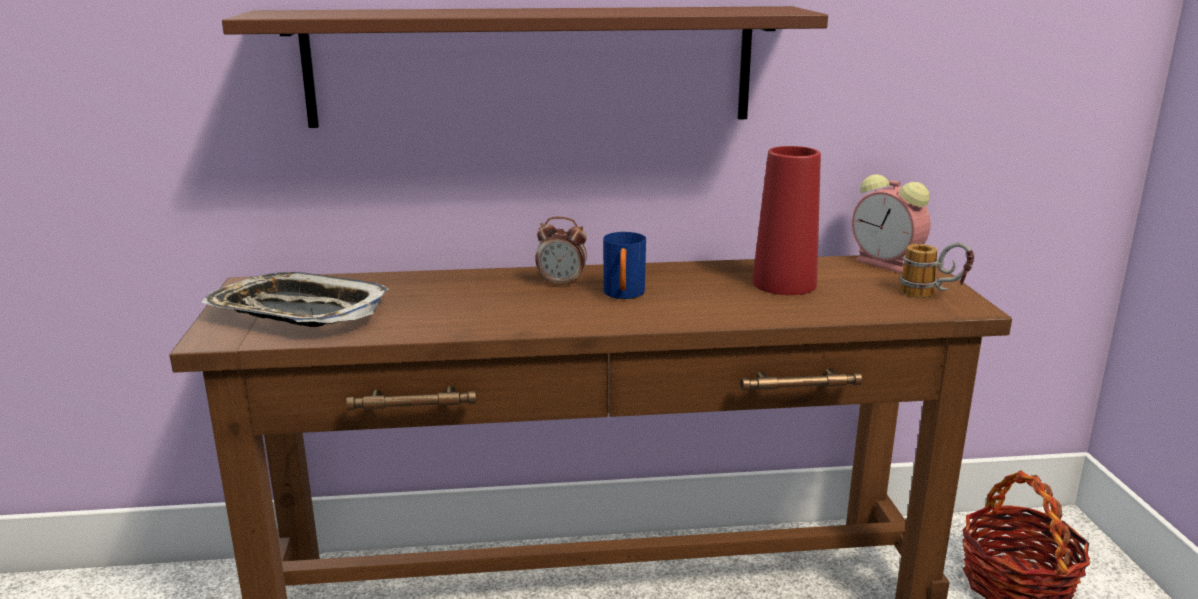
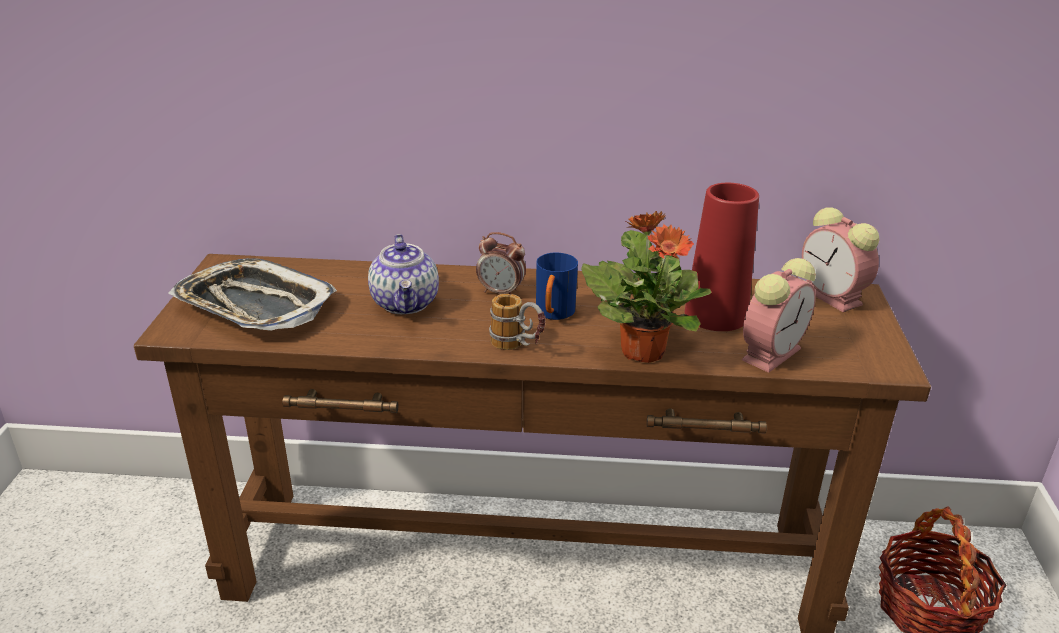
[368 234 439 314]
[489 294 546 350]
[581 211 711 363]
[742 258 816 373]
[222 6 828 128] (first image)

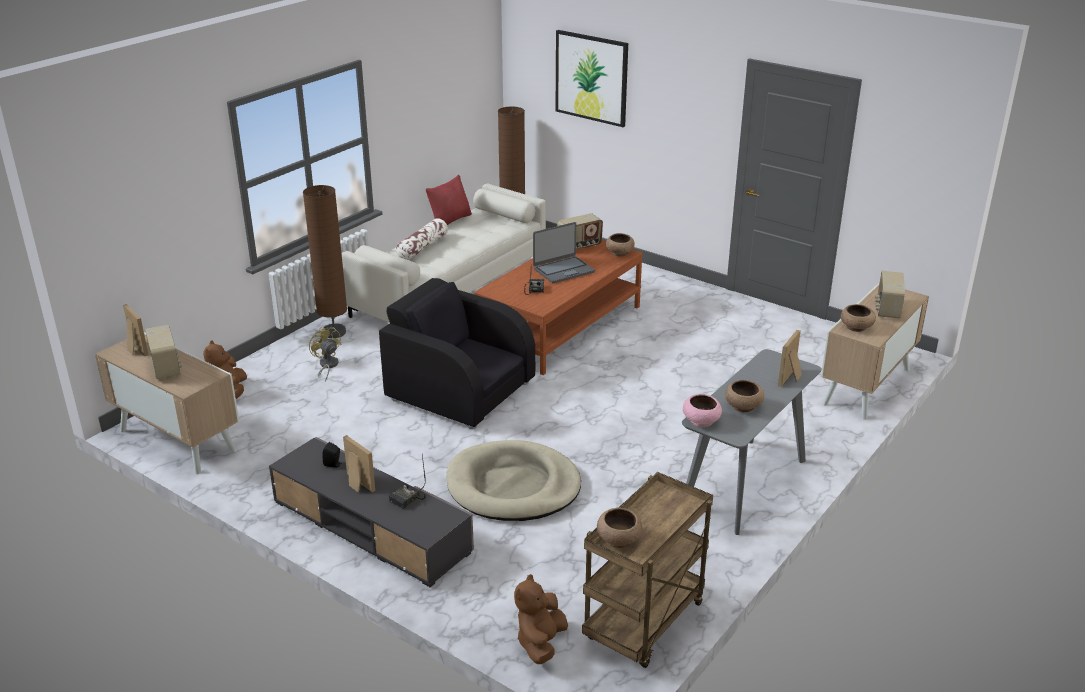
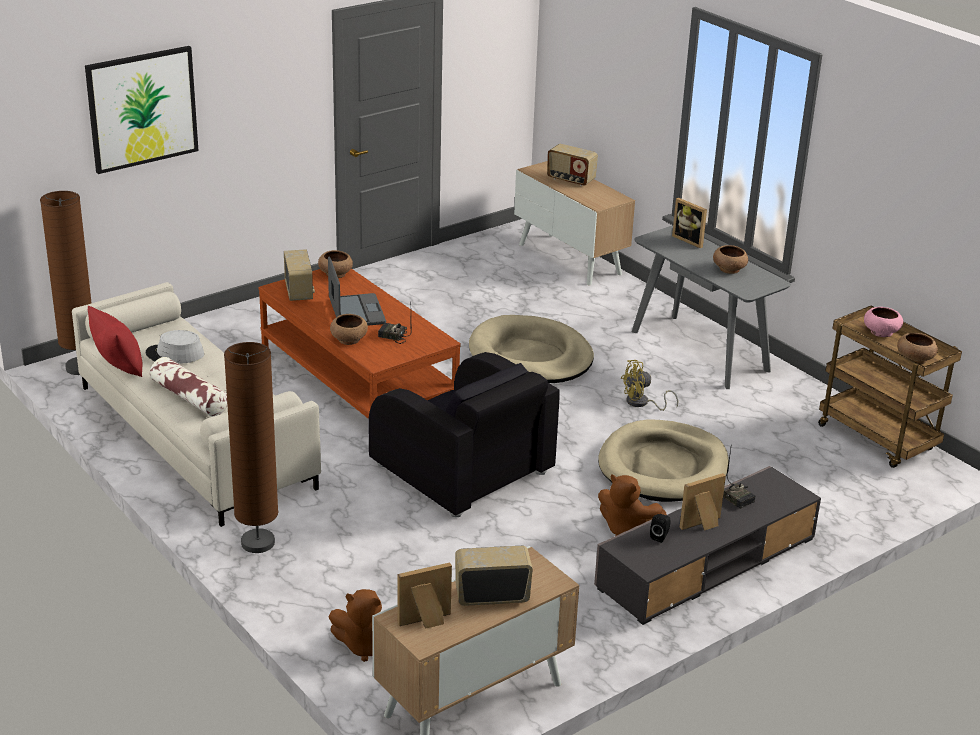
[146 330 204 364]
[330 314 368 345]
[368 352 560 517]
[469 315 594 383]
[598 474 667 536]
[621 360 678 411]
[864 307 903 337]

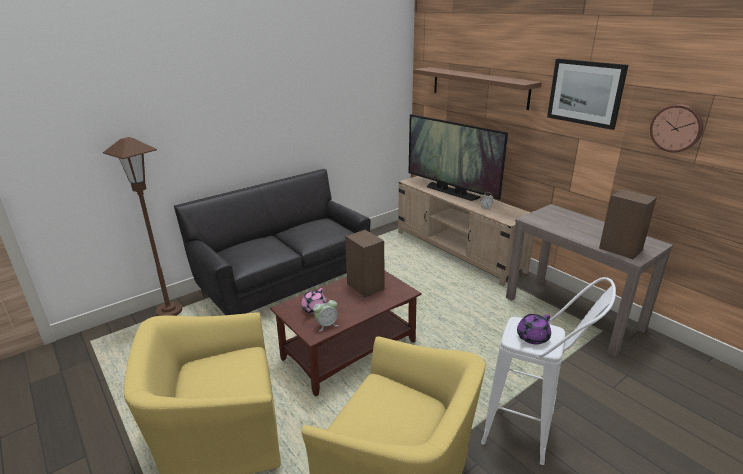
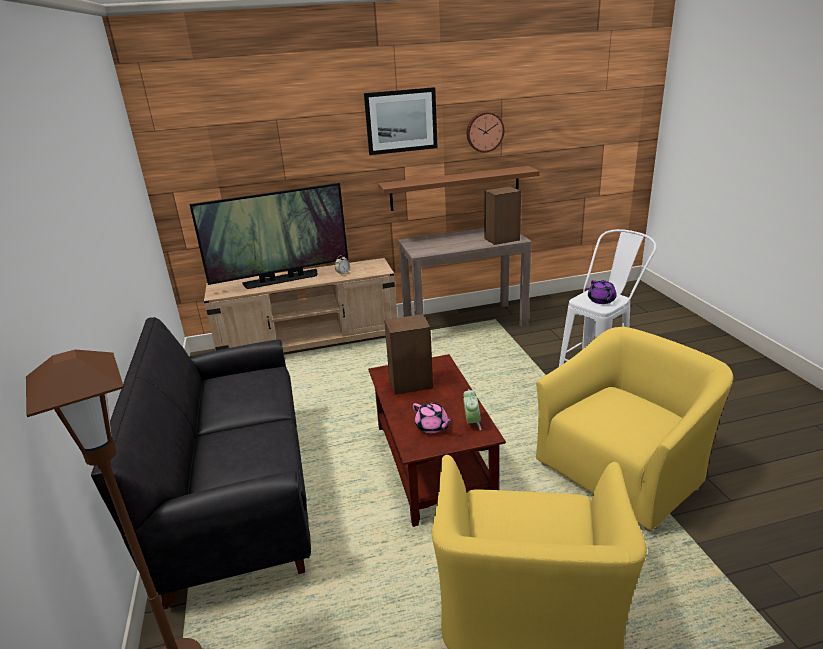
[378 166 540 211]

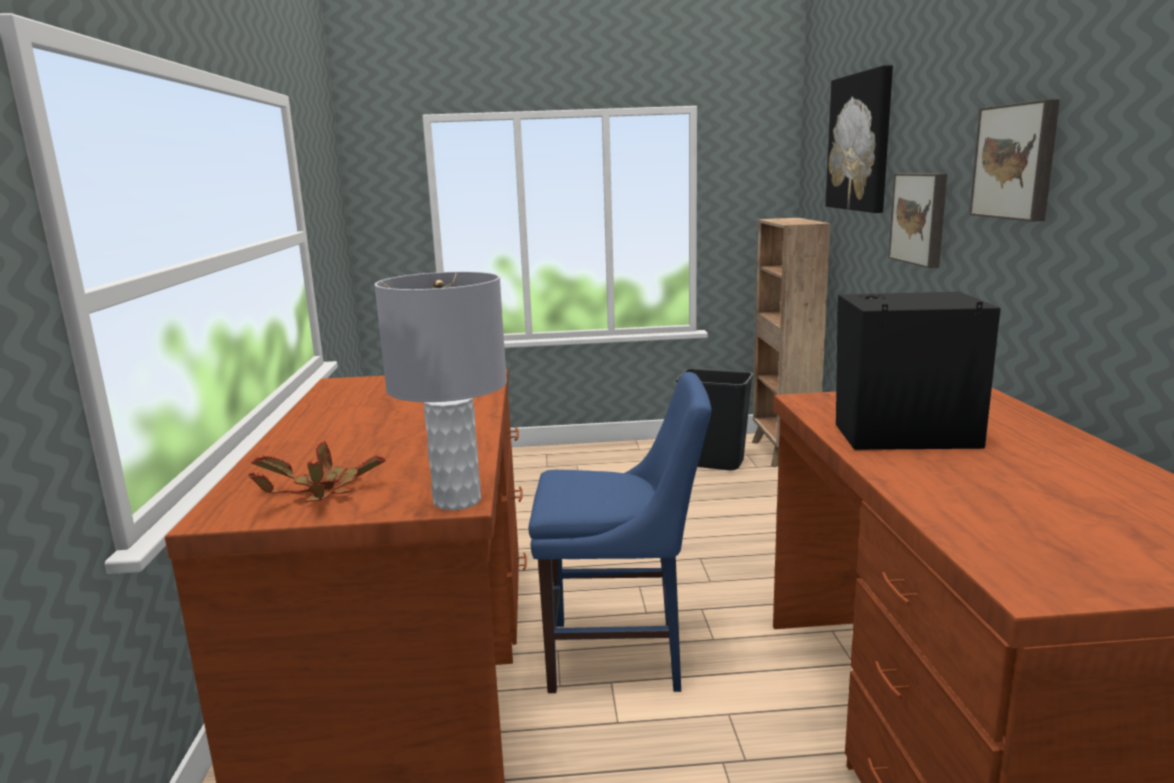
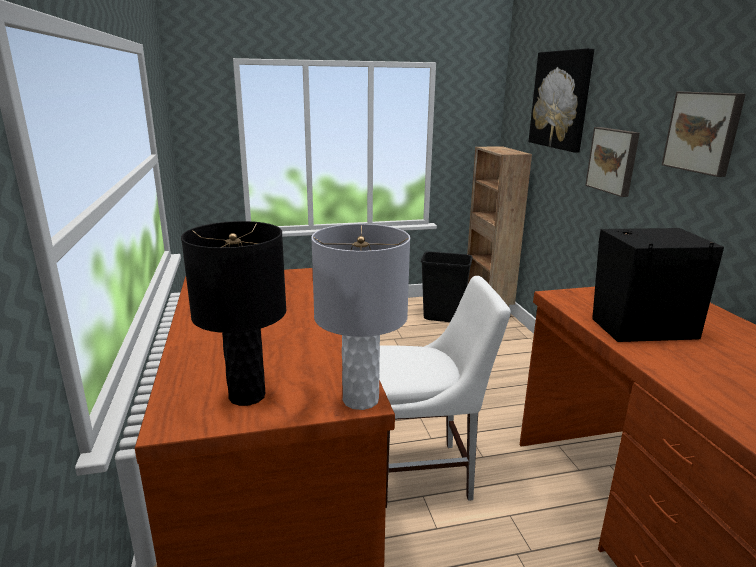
[181 221 287 406]
[379 276 511 508]

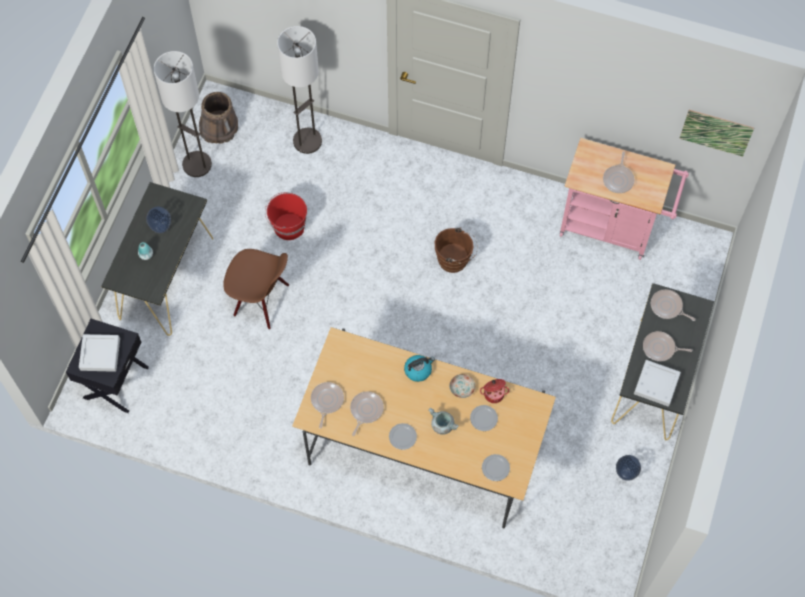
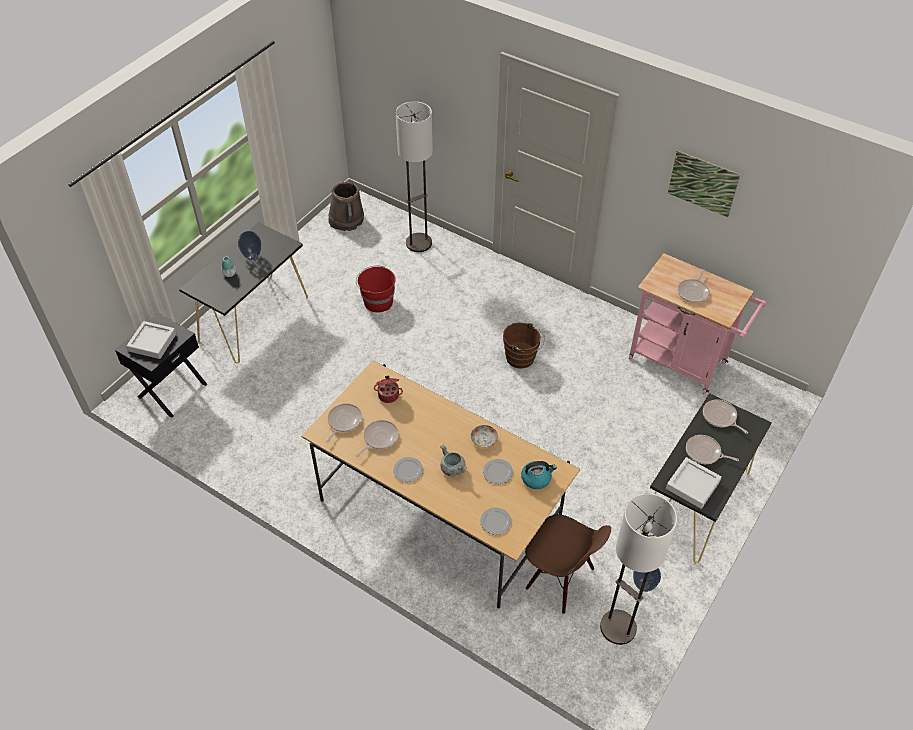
[374 376 403 403]
[521 461 557 489]
[525 514 611 614]
[600 493 677 645]
[668 150 740 217]

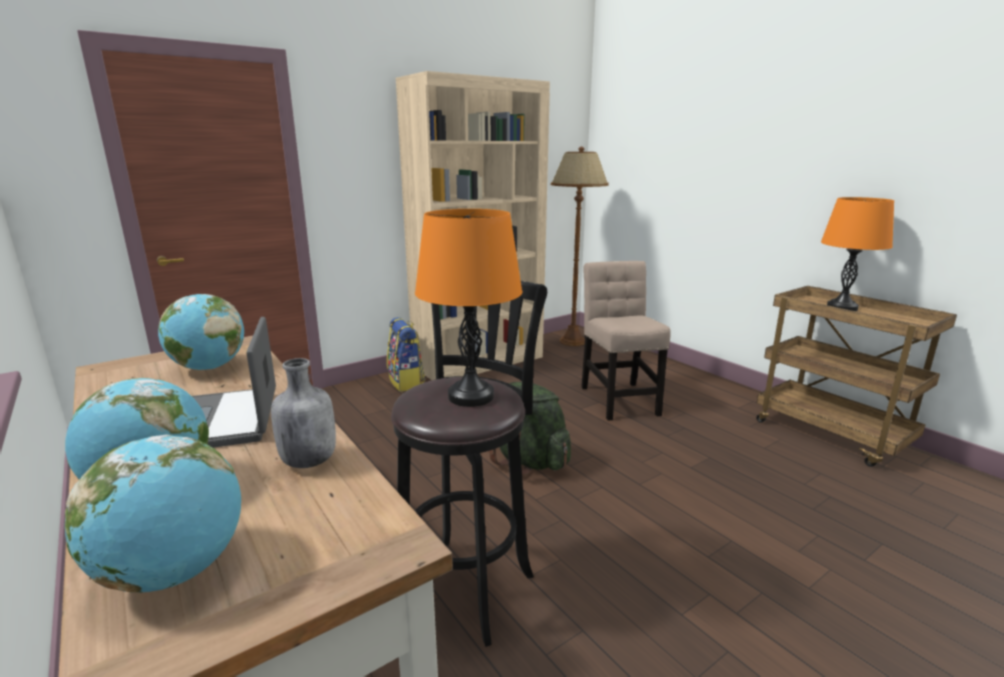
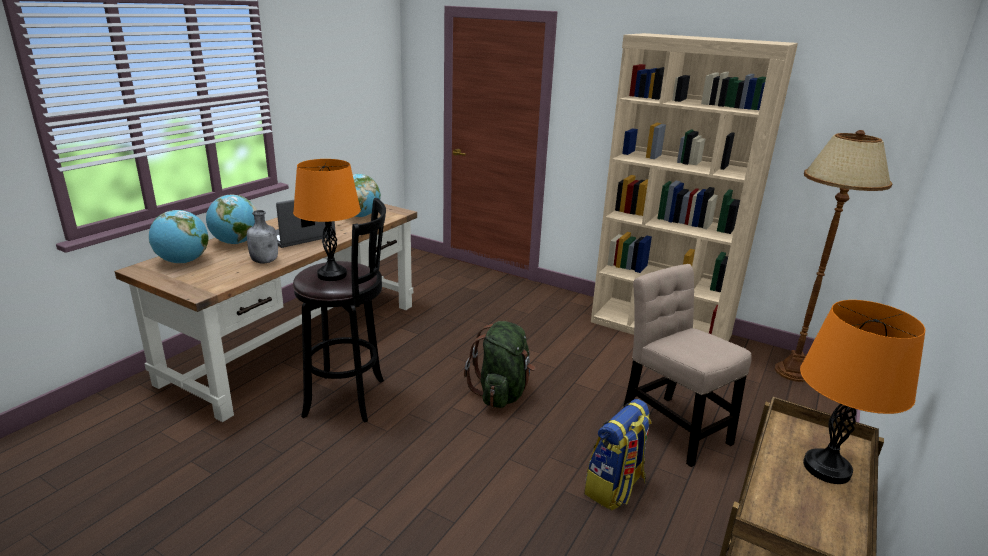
[584 399 652 511]
[623 264 752 467]

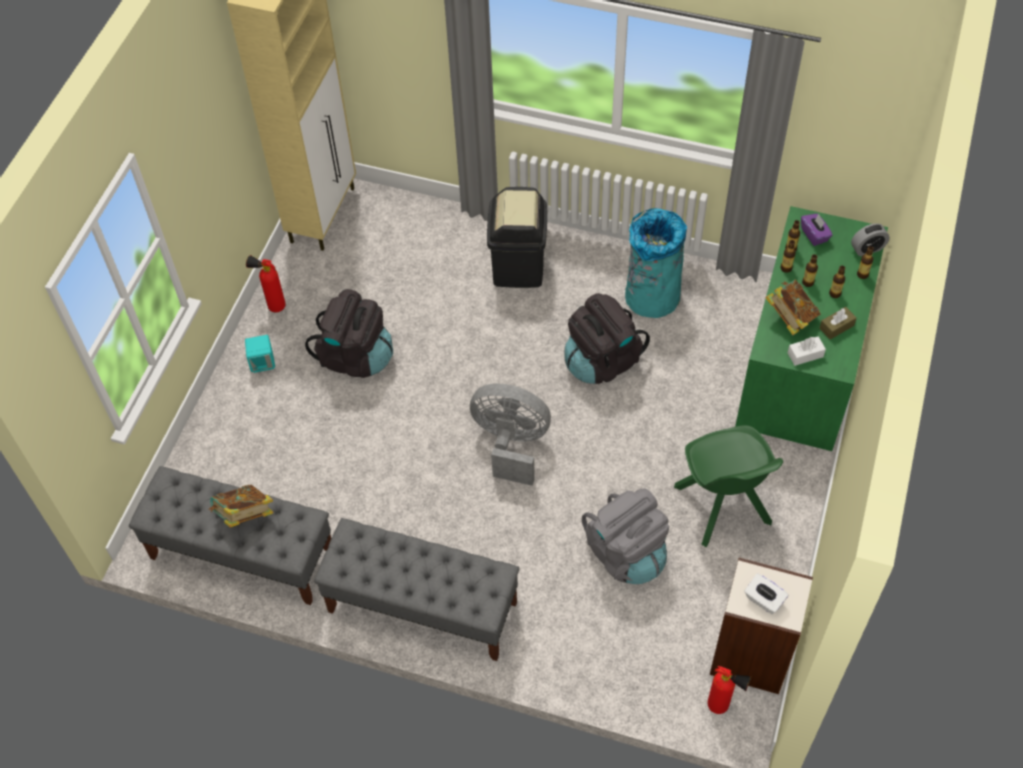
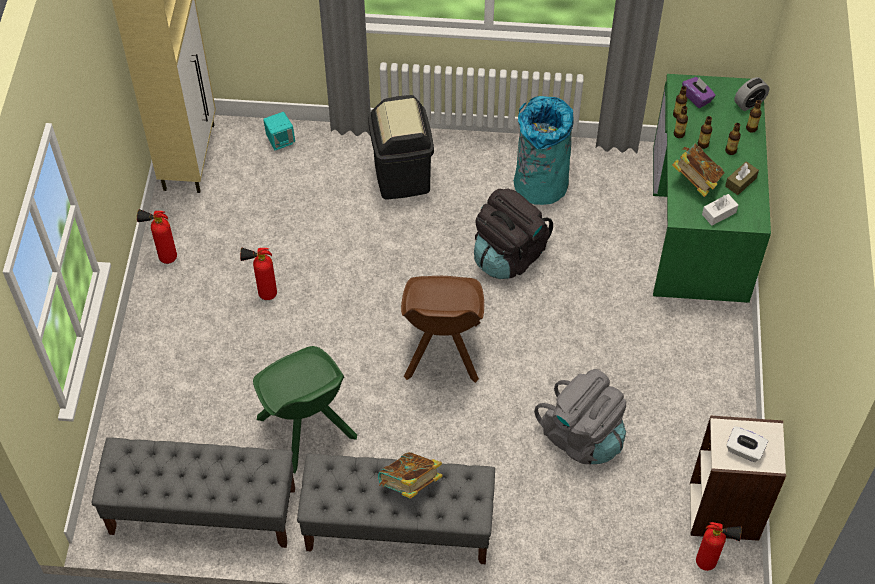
[240 248 277 300]
[253 346 357 473]
[263 112 295 150]
[378 452 443 499]
[401 276 484 383]

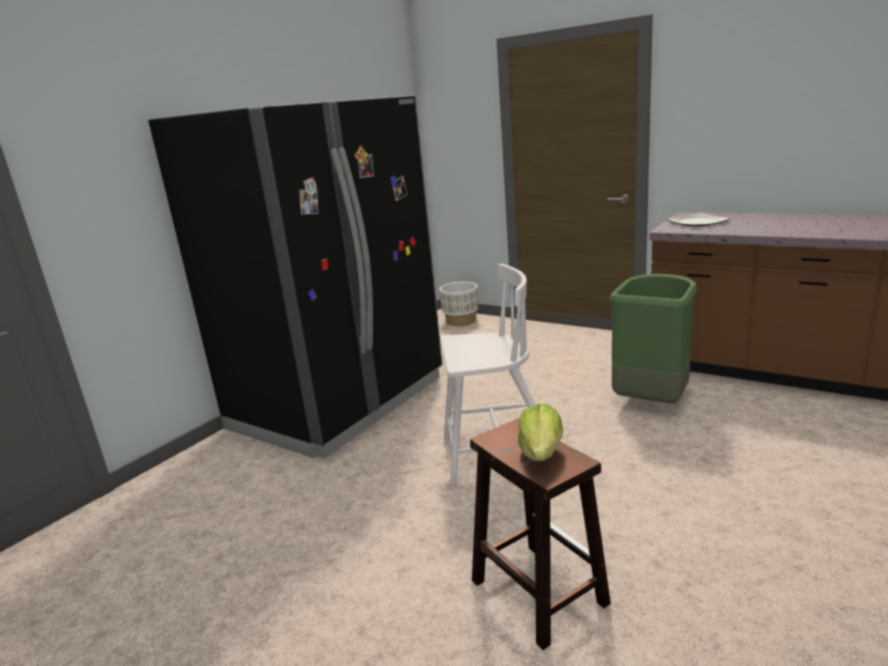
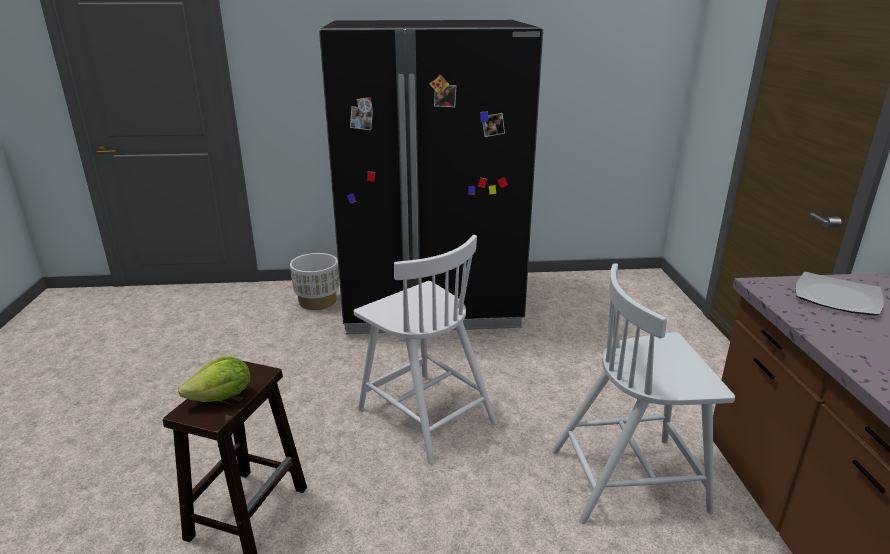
[290 253 339 310]
[552 264 735 524]

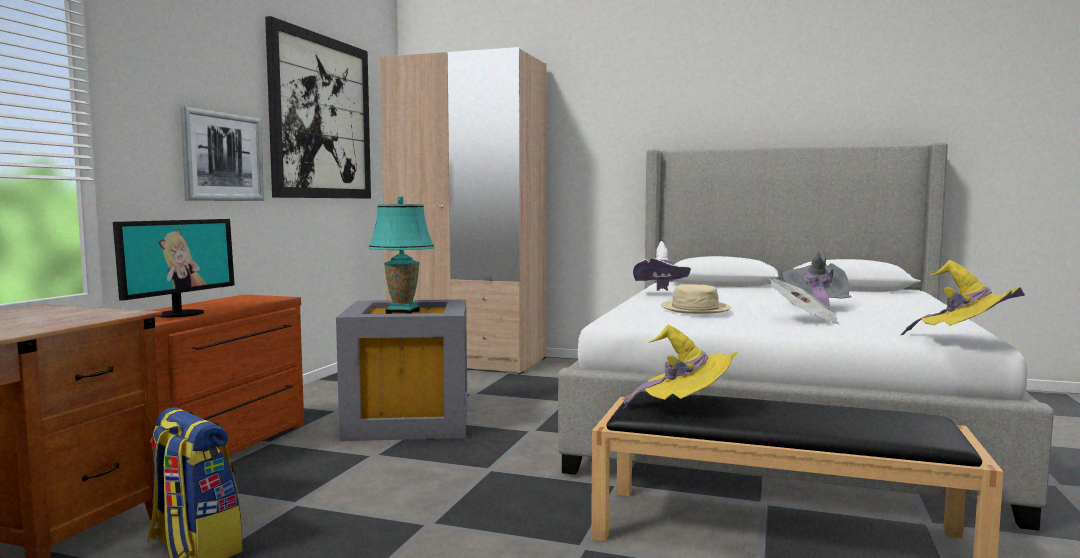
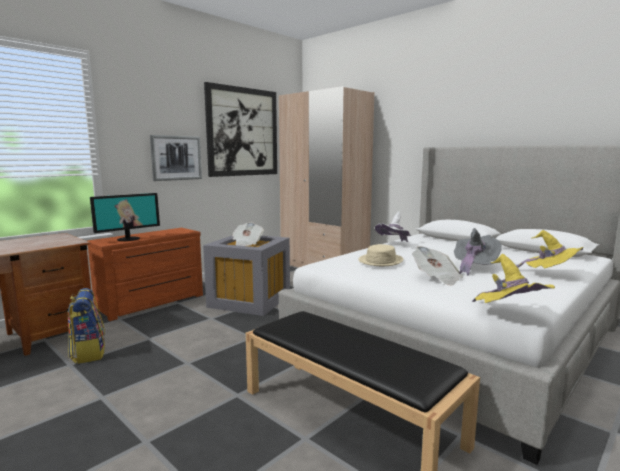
[232 222 264 246]
[516 230 584 268]

